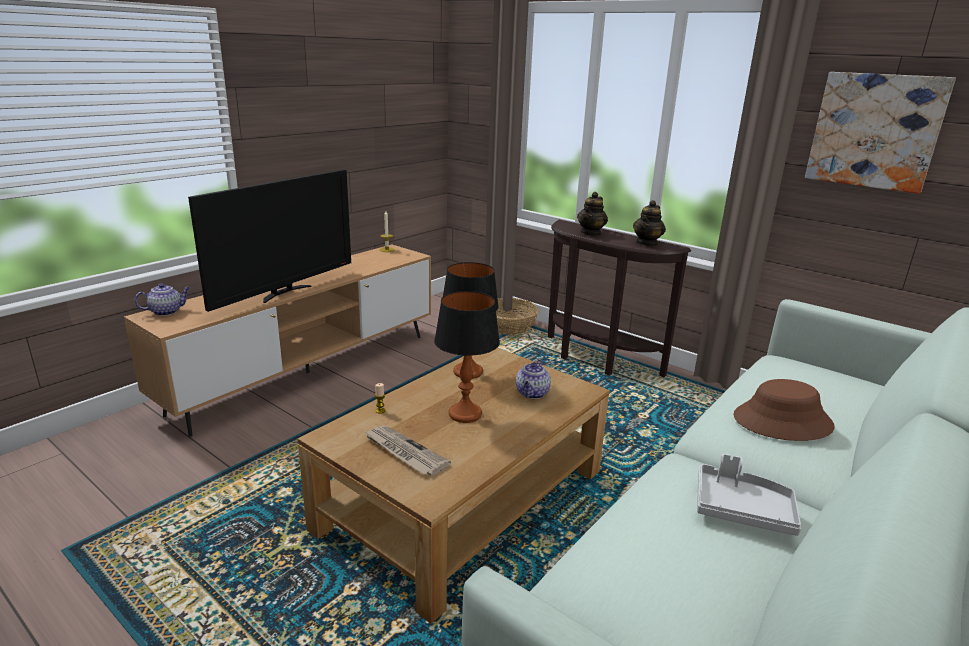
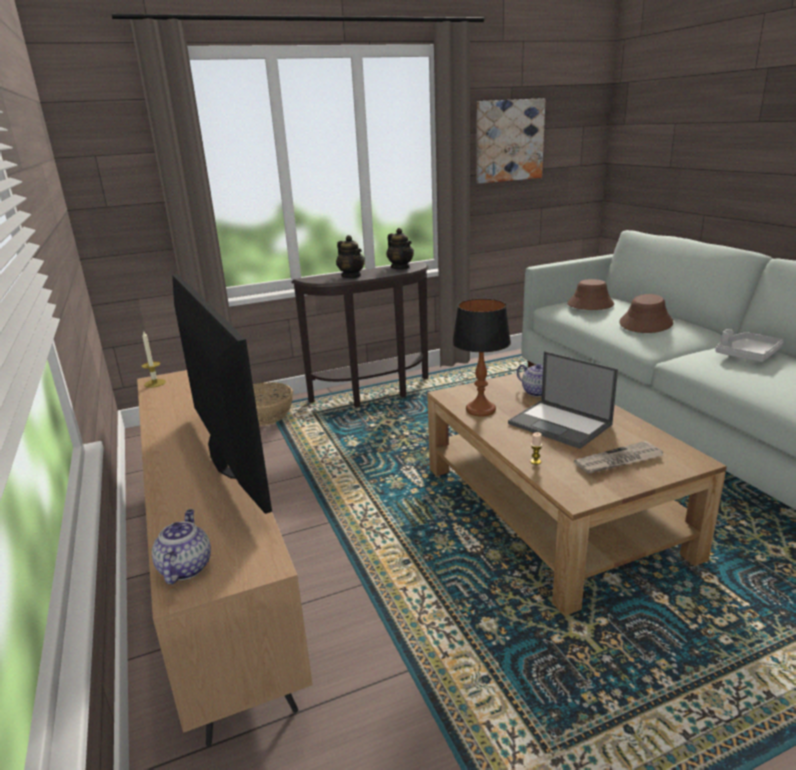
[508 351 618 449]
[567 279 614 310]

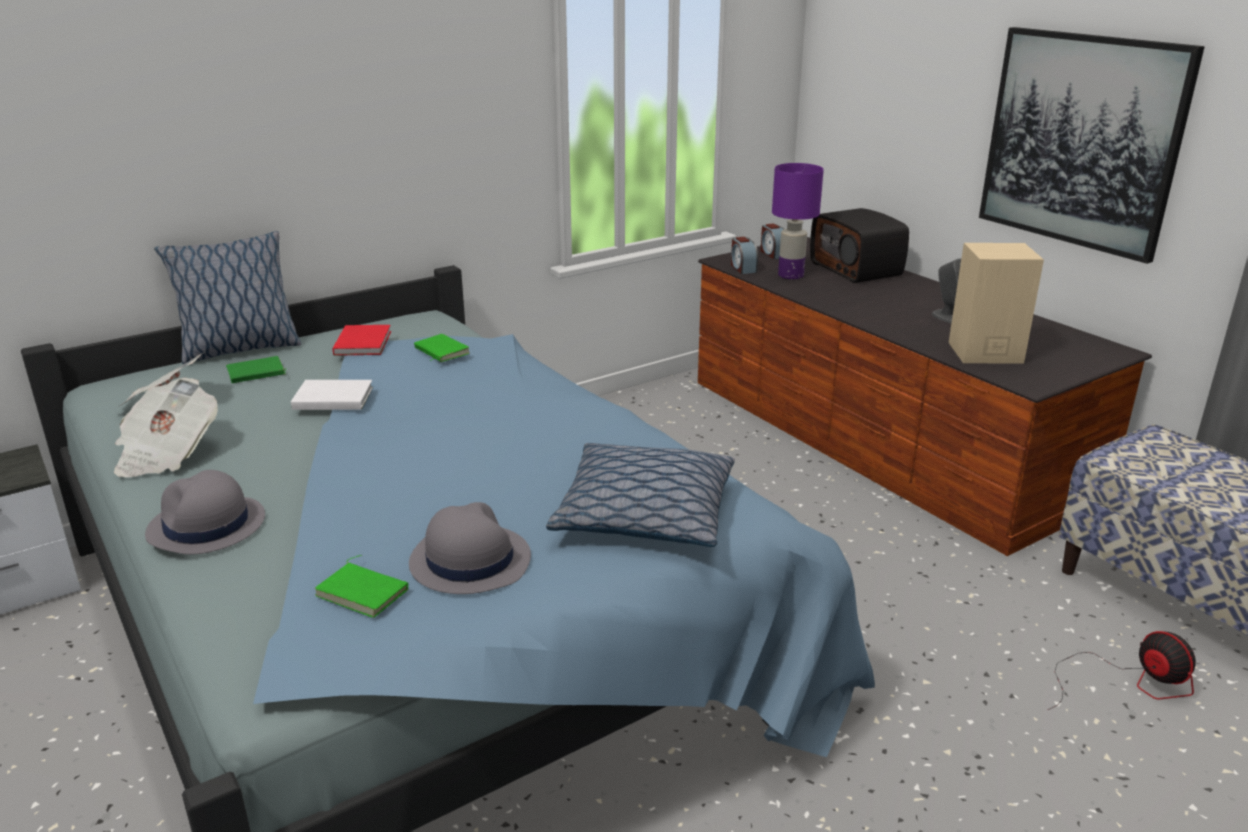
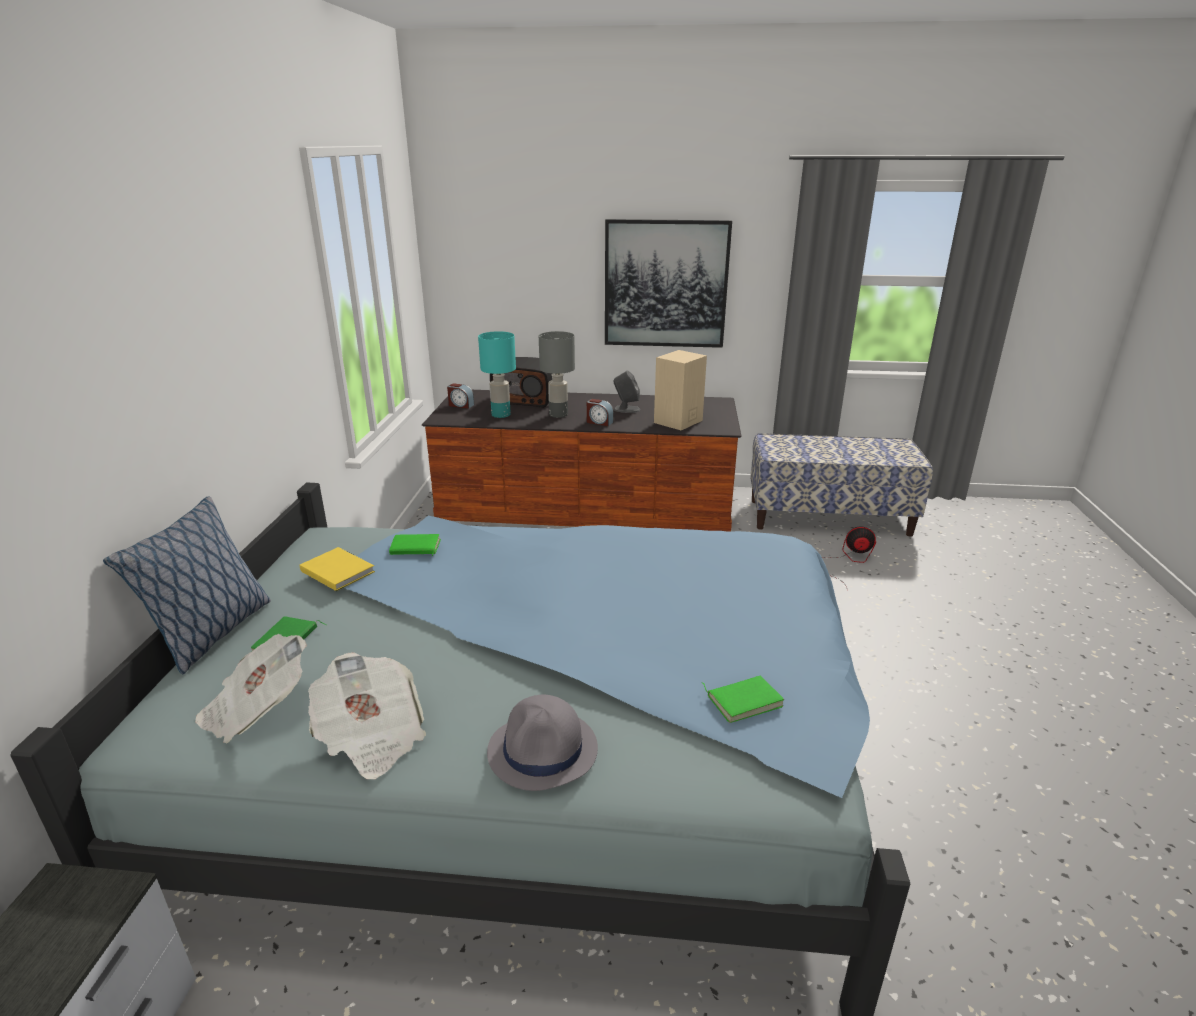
[300 547 375 591]
[478 331 516 418]
[539 331 575 418]
[587 399 614 426]
[291 380 373 410] (first image)
[409 502 531 594] (first image)
[546 443 735 547] (first image)

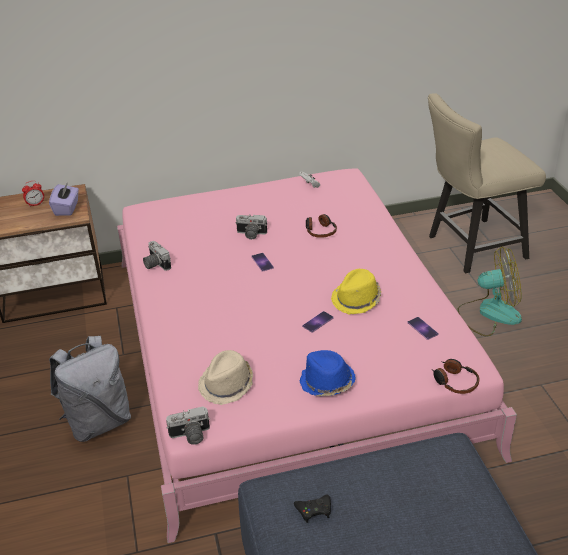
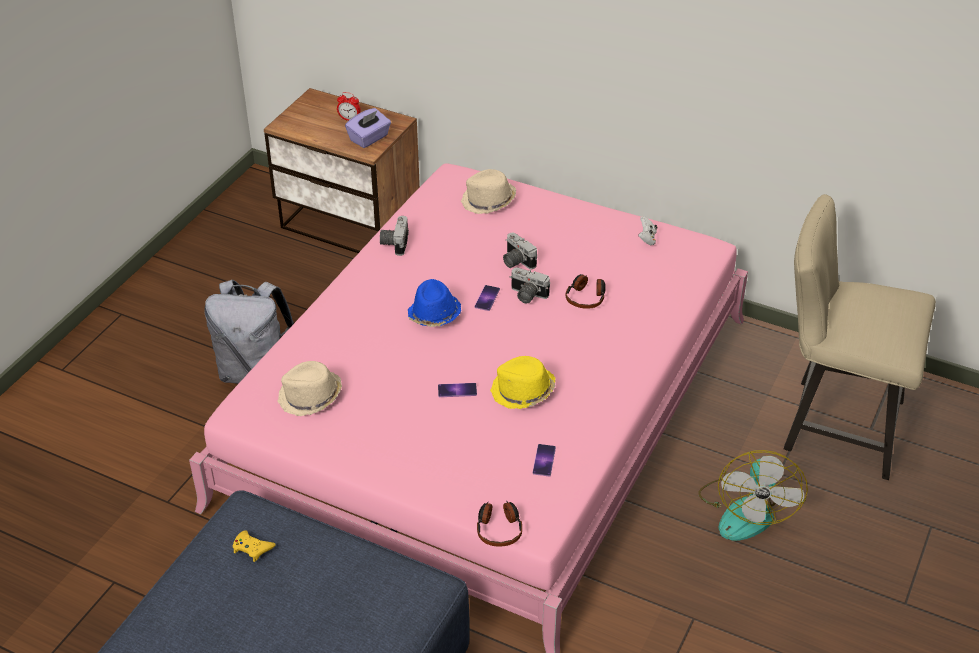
[233 531 276 562]
[408 279 461 327]
[461 169 516 214]
[510 267 550 303]
[698 450 808 541]

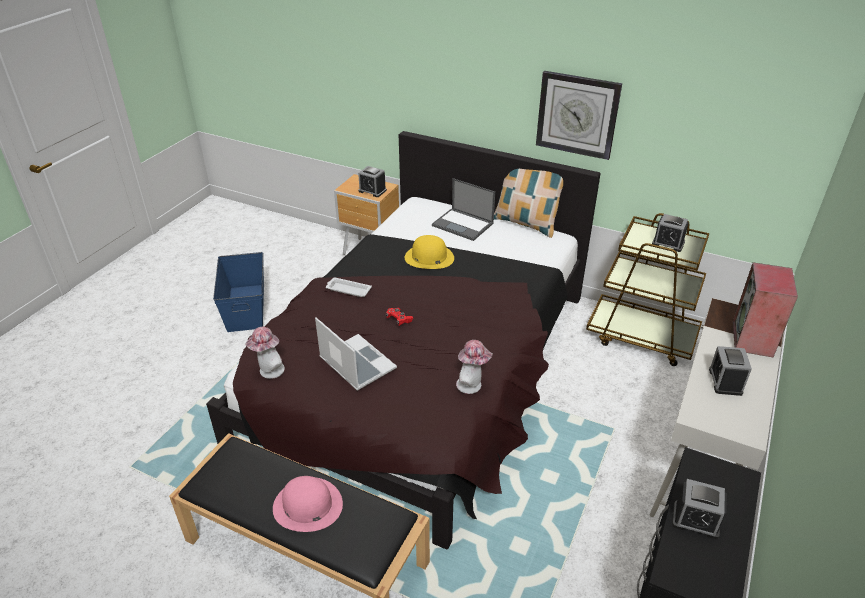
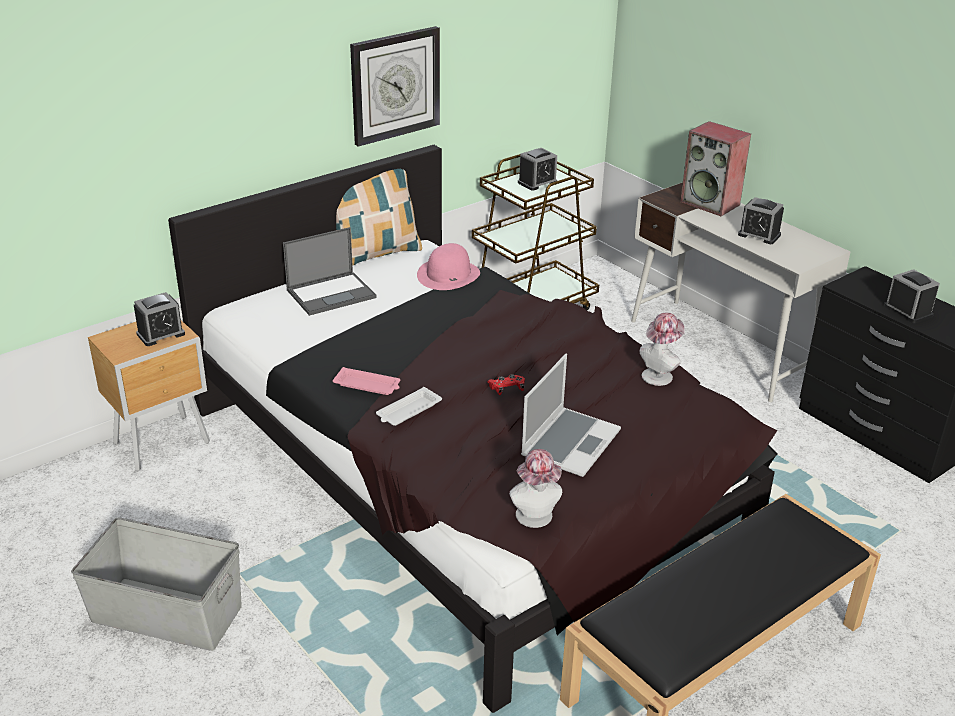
[71 517 242 651]
[333 367 400 395]
[417 243 480 290]
[521 353 621 477]
[884 269 940 323]
[405 235 454 269] (first image)

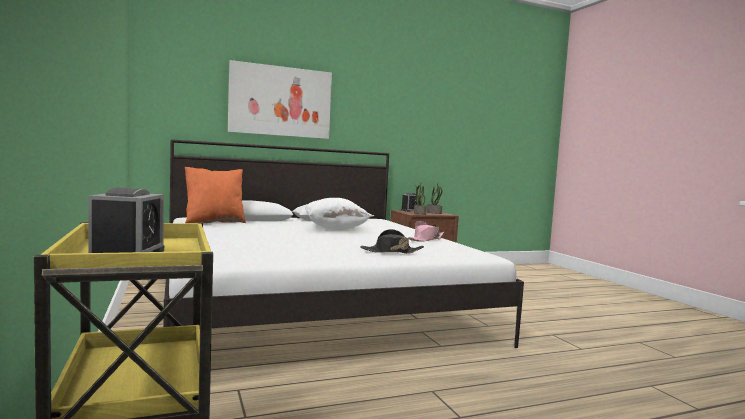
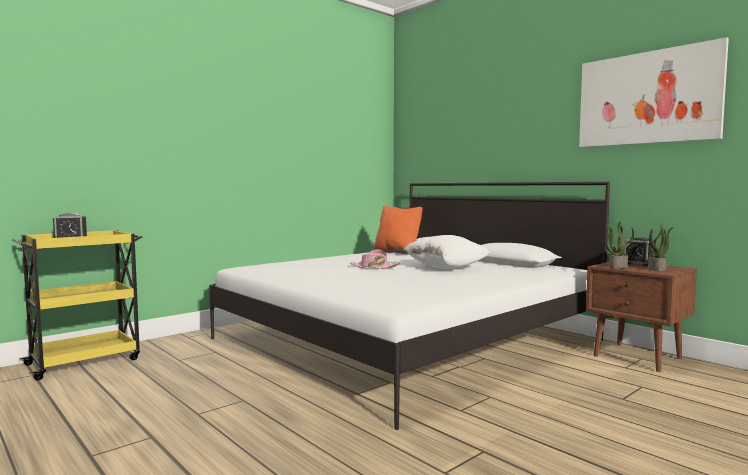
[350 249 400 269]
[579 37 729 147]
[360 229 424 254] (first image)

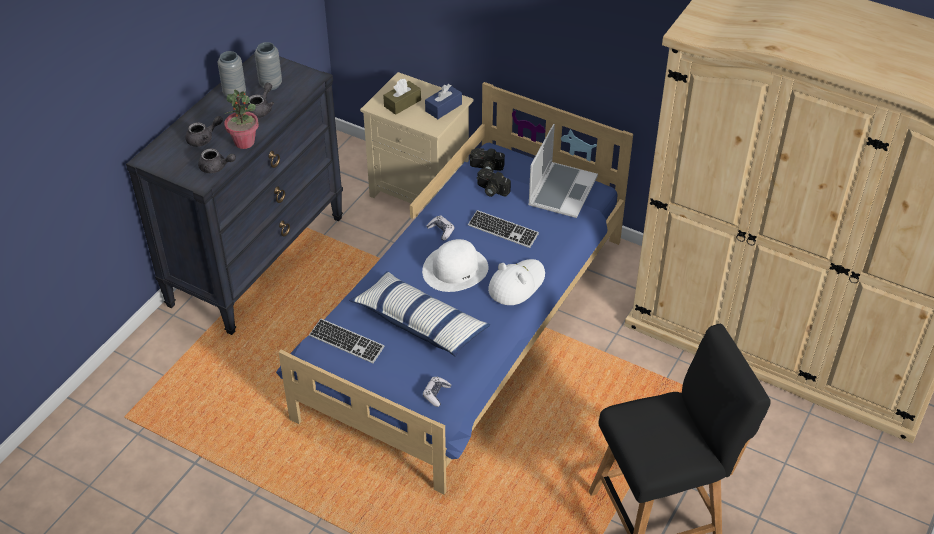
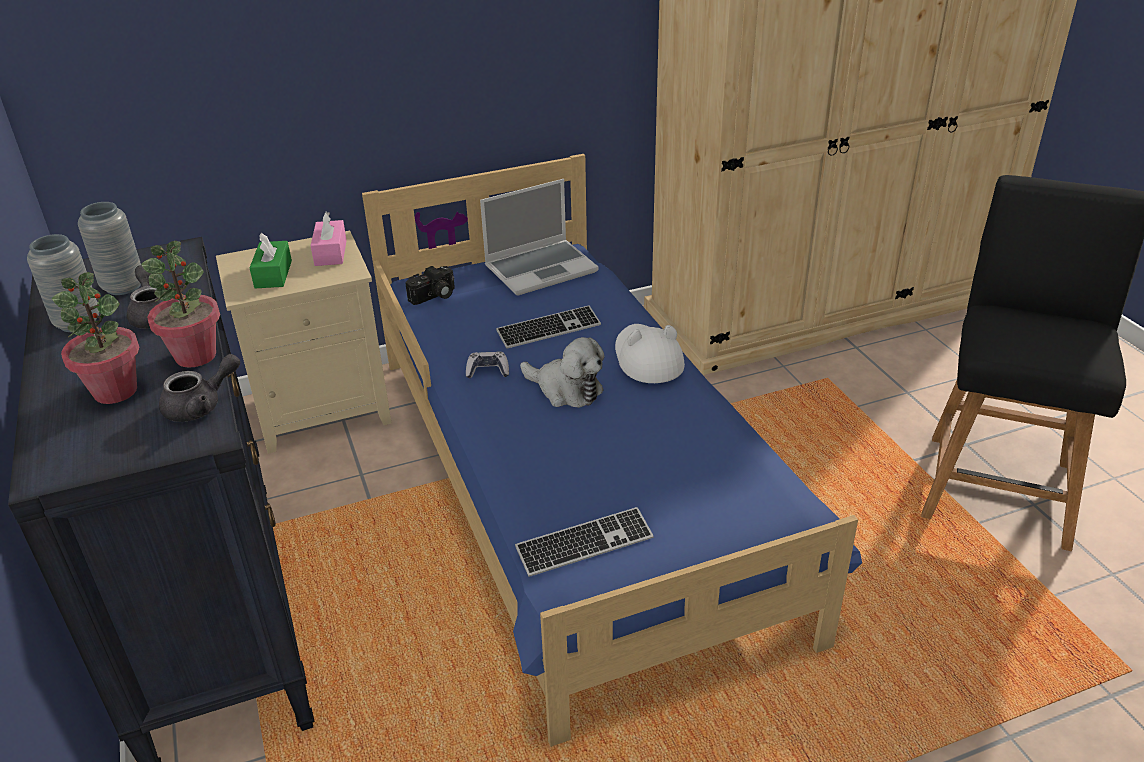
[52 272 139 404]
[250 233 292 288]
[311 212 347 266]
[480 179 599 295]
[520 337 604 408]
[349 271 490 357] (first image)
[423 377 451 407] (first image)
[477 168 511 197] (first image)

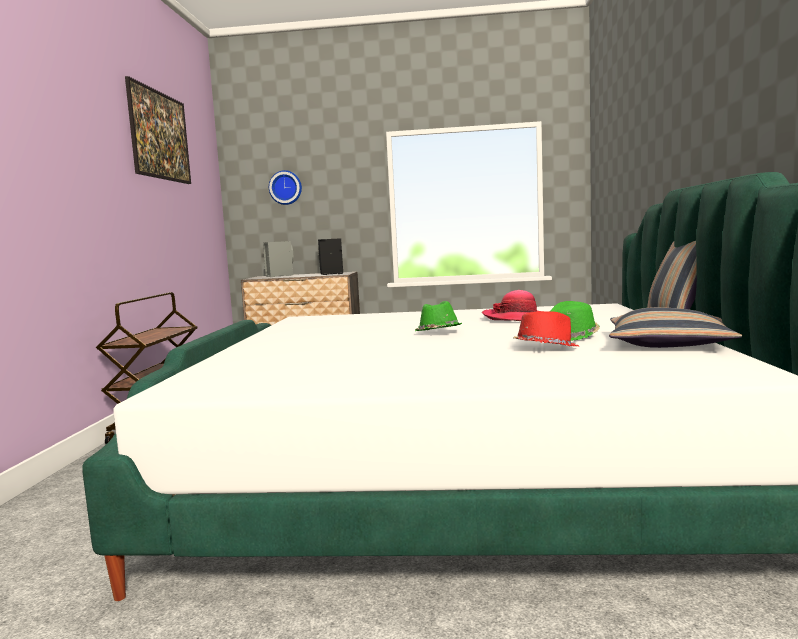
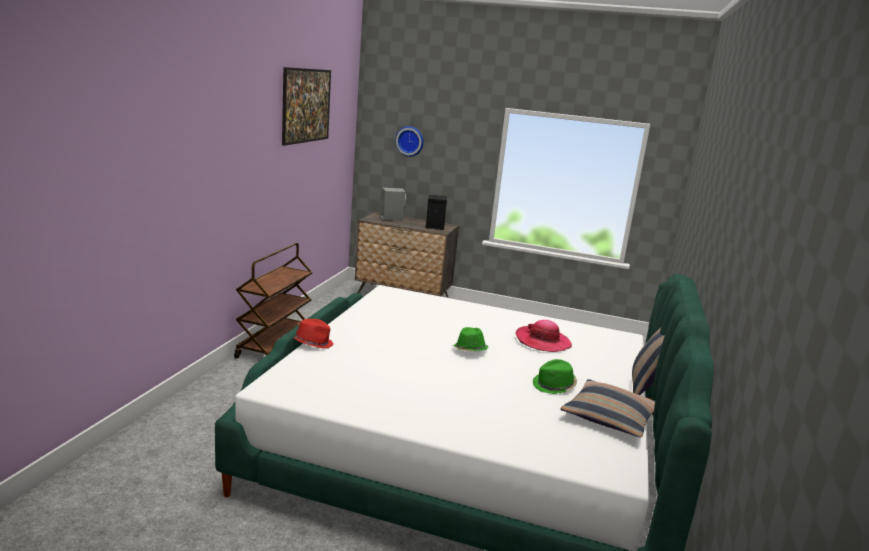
[293 319 334 348]

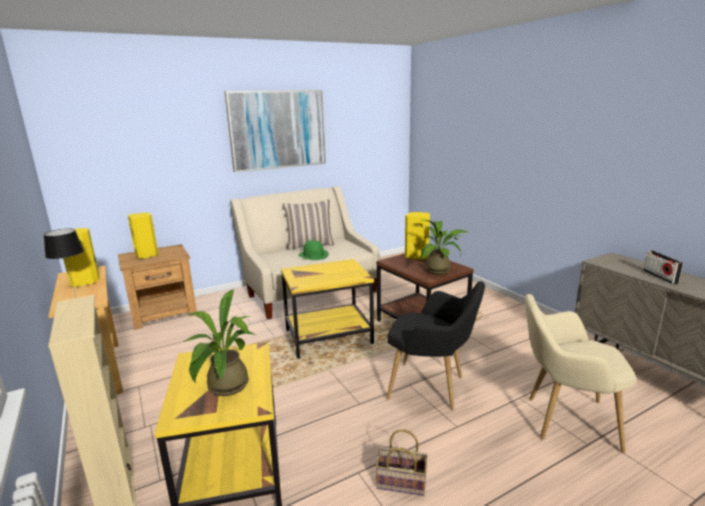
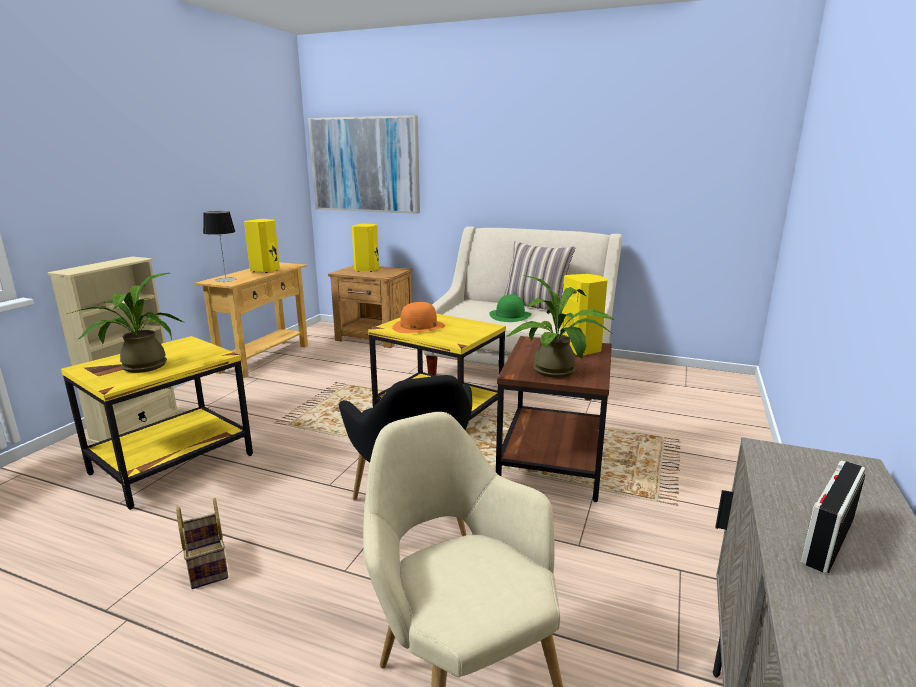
[308 115 420 214]
[392 302 445 333]

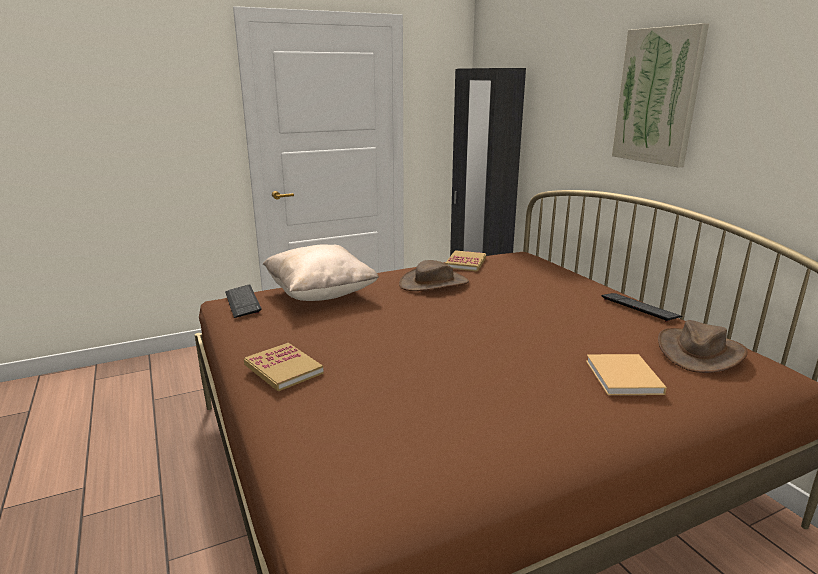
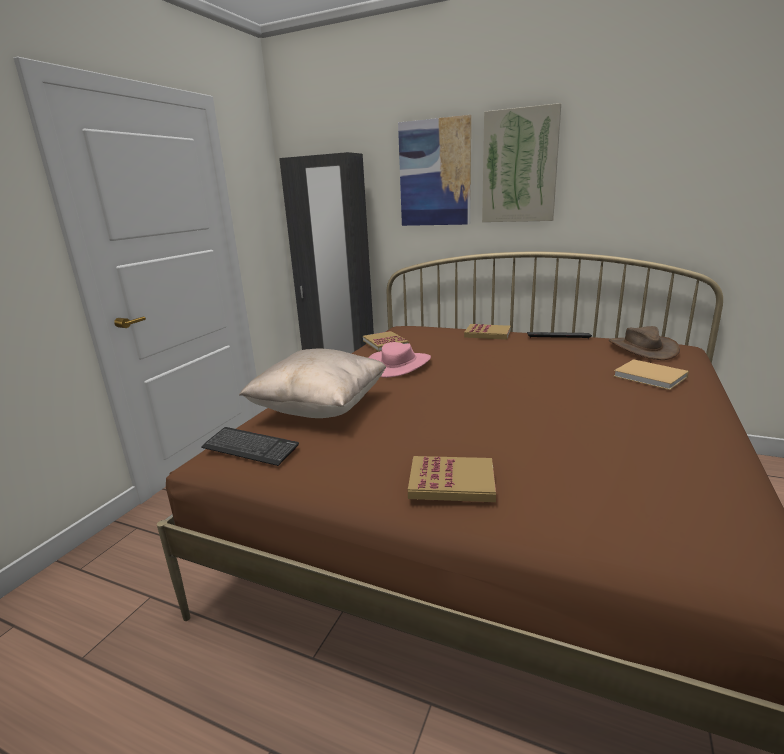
[369 342 431 378]
[398 115 471 226]
[464 324 511 340]

